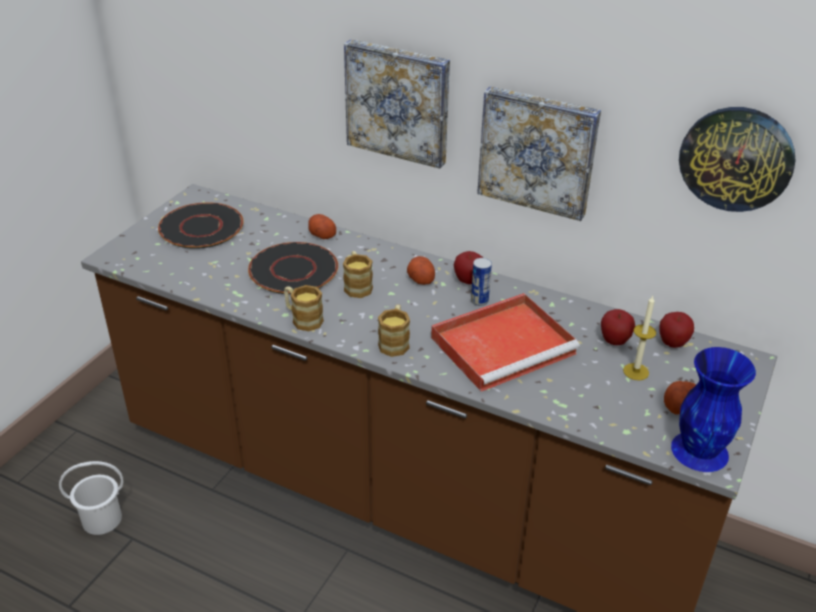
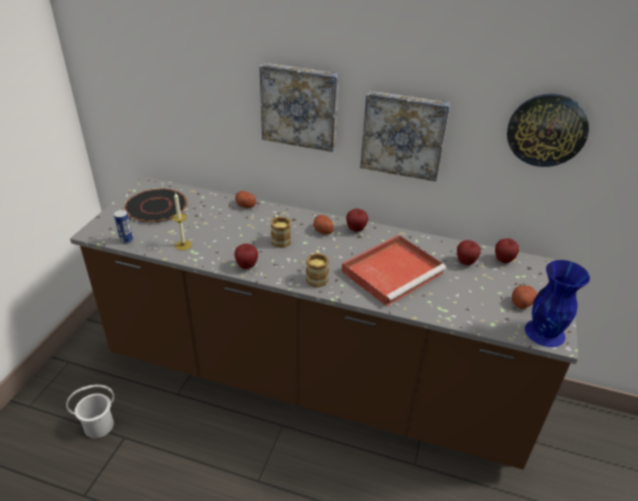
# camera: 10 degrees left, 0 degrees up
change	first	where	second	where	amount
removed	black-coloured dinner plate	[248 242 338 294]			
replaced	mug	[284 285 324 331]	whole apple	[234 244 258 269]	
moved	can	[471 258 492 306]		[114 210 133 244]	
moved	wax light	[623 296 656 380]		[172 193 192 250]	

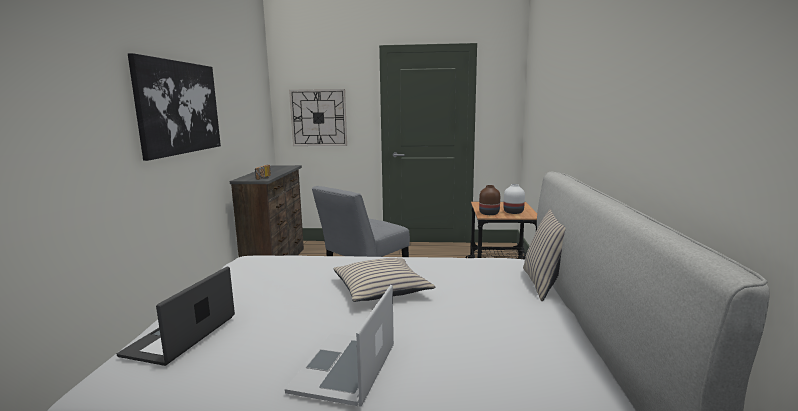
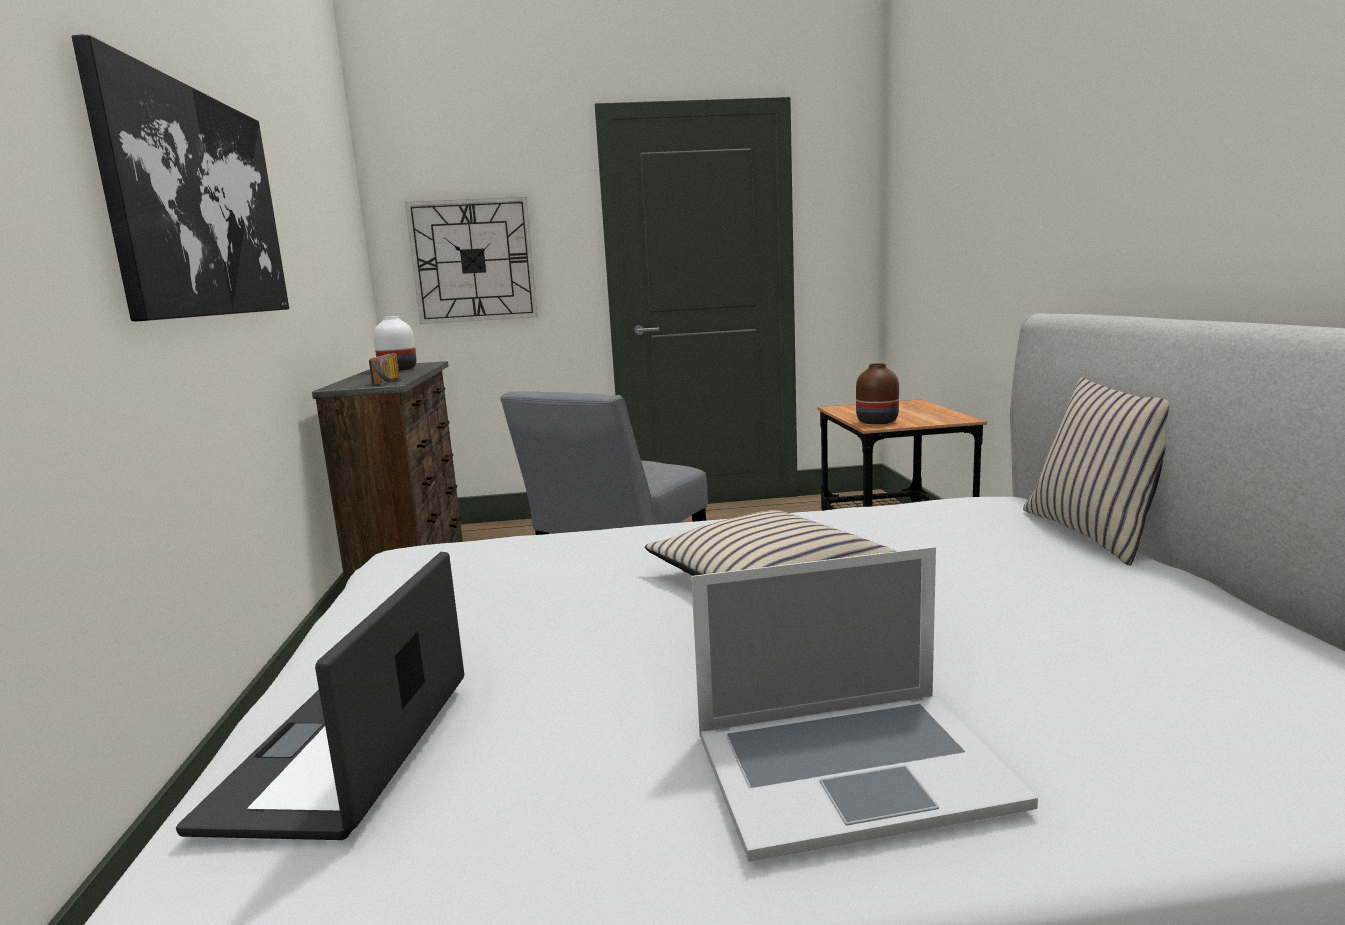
# camera: 10 degrees left, 0 degrees up
change	first	where	second	where	amount
turned	laptop	[285 285 394 407]		[691 547 1038 862]	105 degrees counterclockwise
moved	white flower vase	[503 184 525 214]		[373 316 416 371]	

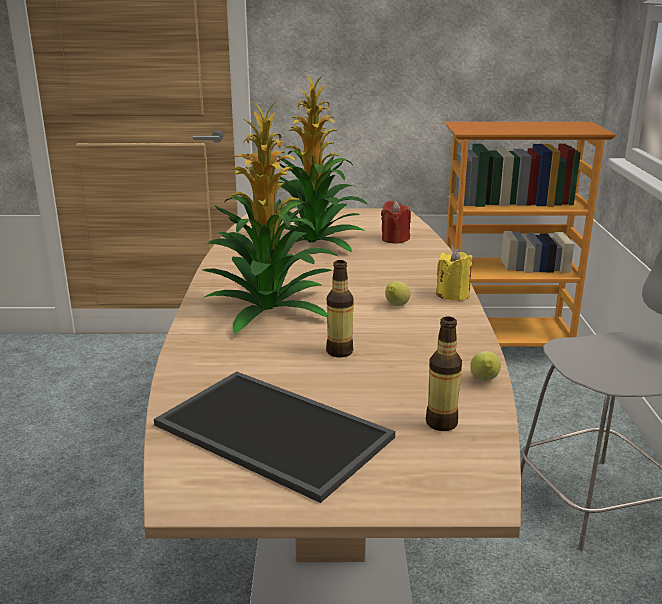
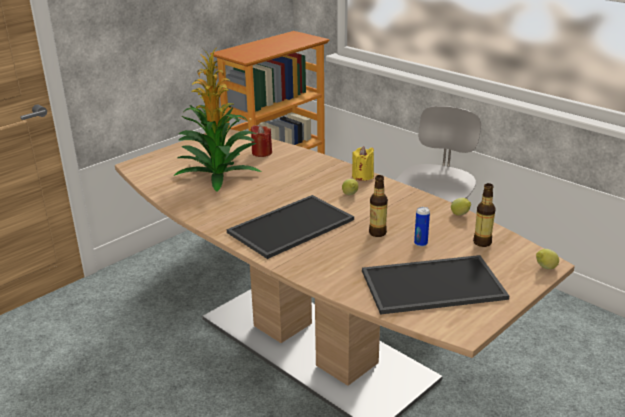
# camera: 45 degrees left, 5 degrees up
change	first	where	second	where	amount
replaced	potted plant	[203 102 338 334]	serving tray	[227 195 354 259]	
added			can	[414 207 430 247]	
added			citrus fruit	[536 249 559 269]	

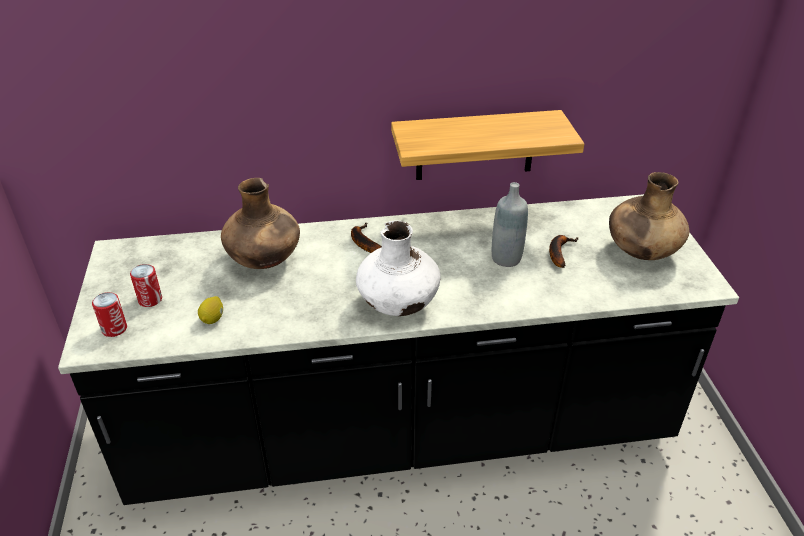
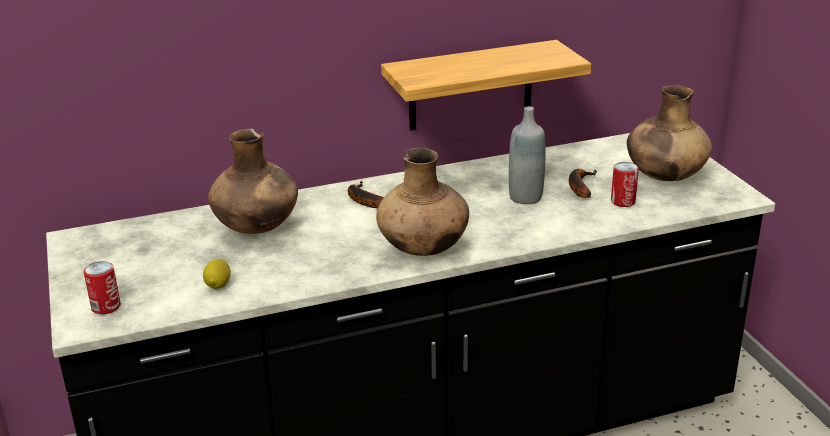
# camera: 10 degrees left, 10 degrees down
change	first	where	second	where	amount
moved	can	[130 264 162 307]		[611 162 639 207]	
recoloured	white flower vase	[356 220 441 316]	brown-coloured flower vase	[376 148 469 256]	

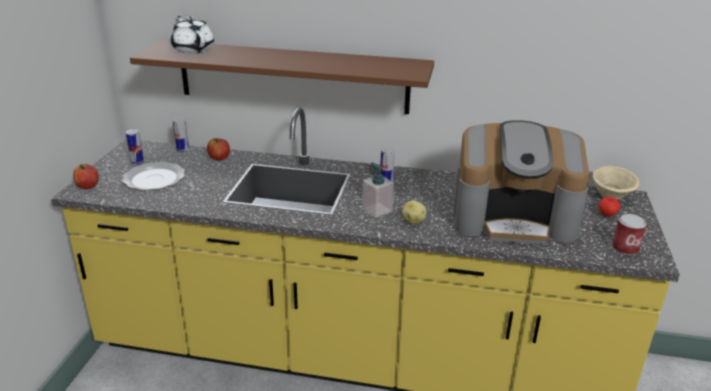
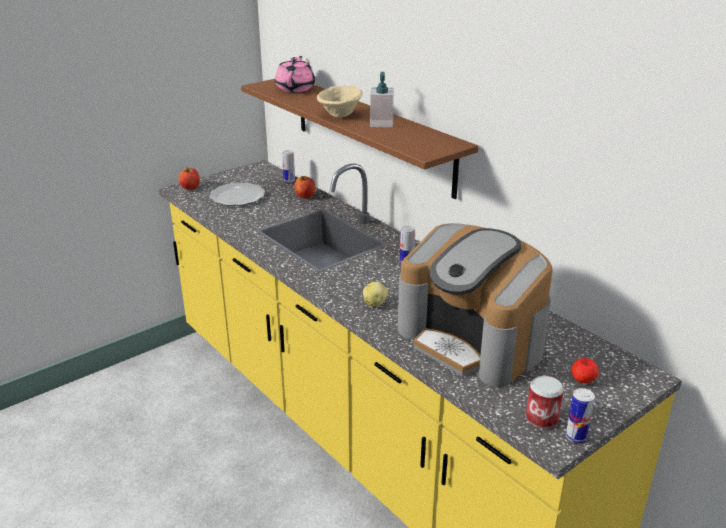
# camera: 40 degrees right, 0 degrees up
change	first	where	second	where	amount
moved	can	[126 129 144 165]		[566 388 595 443]	
recoloured	white tea pot	[171 16 214 54]	pink-coloured tea pot	[275 56 315 92]	
moved	liquid soap bottle	[362 162 394 218]		[370 72 394 128]	
moved	sand-coloured deep dish	[593 165 640 200]		[317 85 362 118]	

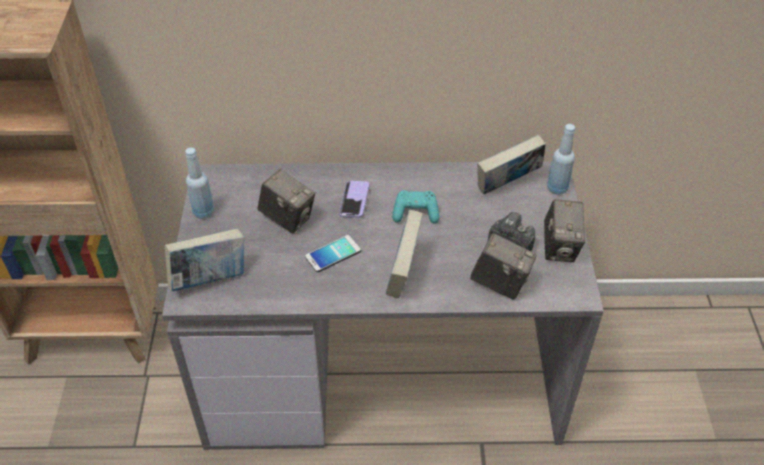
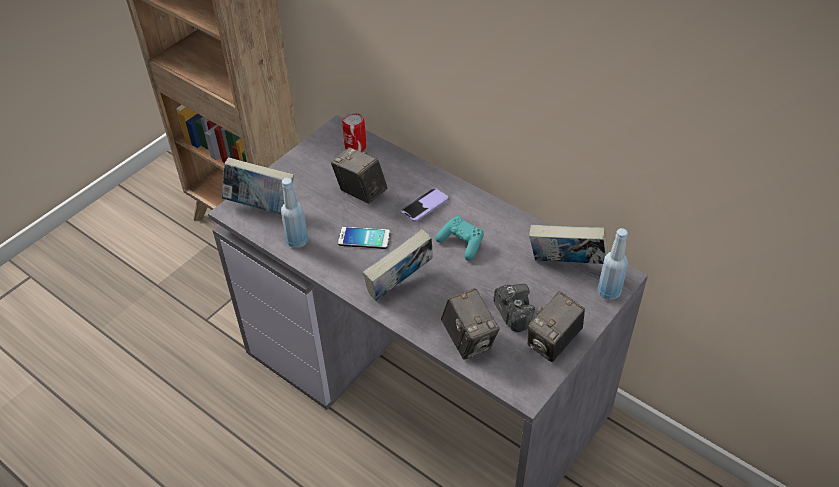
# camera: 40 degrees right, 0 degrees up
change	first	where	second	where	amount
moved	blue-coloured drink bottle	[185 147 214 219]		[281 178 308 248]	
turned	photo camera	[257 169 315 233]		[331 147 387 204]	150 degrees clockwise
added			can	[342 113 366 152]	

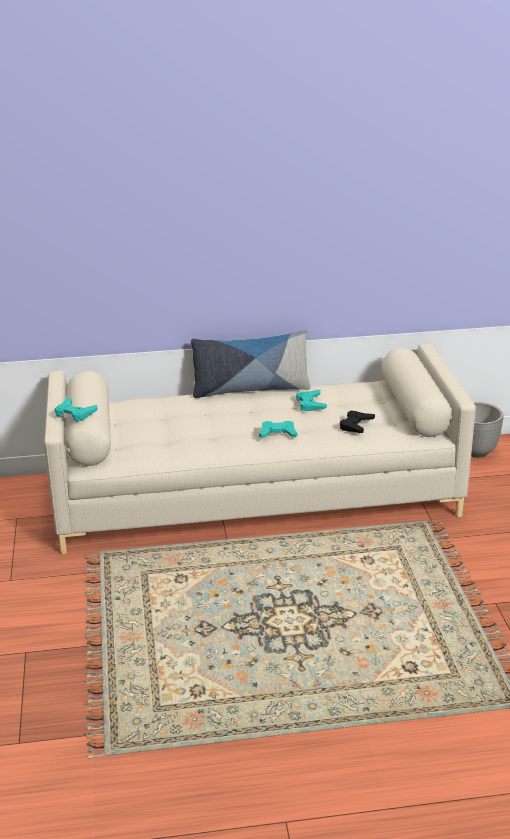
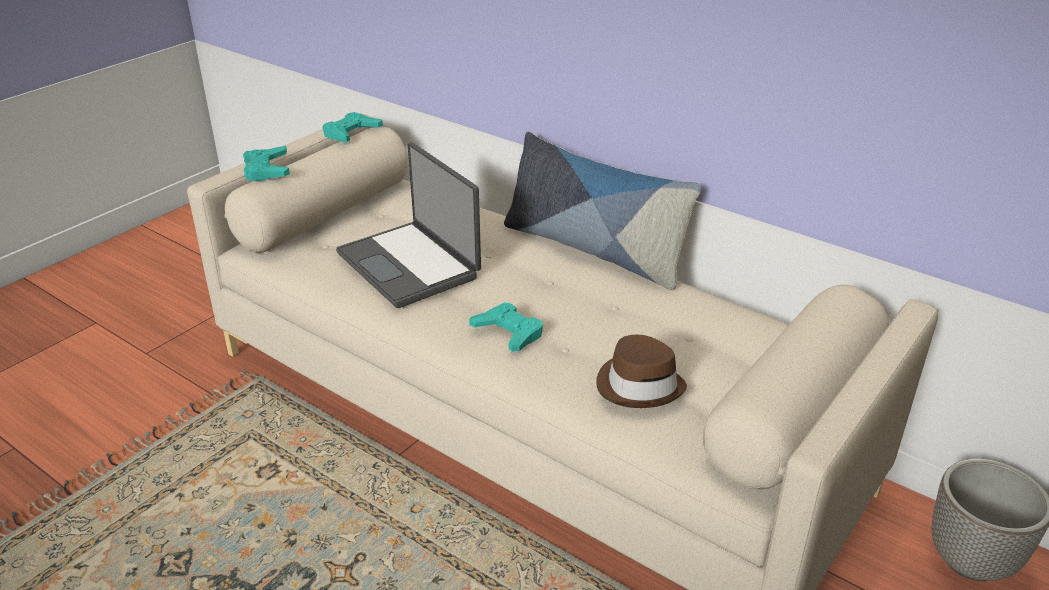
# camera: 45 degrees right, 5 degrees up
change	first	where	second	where	amount
moved	blue-green game controller	[296 390 327 411]		[322 112 383 142]	
replaced	black-coloured game controller	[340 410 375 433]	brown-coloured hat	[596 335 687 408]	
added			laptop	[336 142 481 308]	

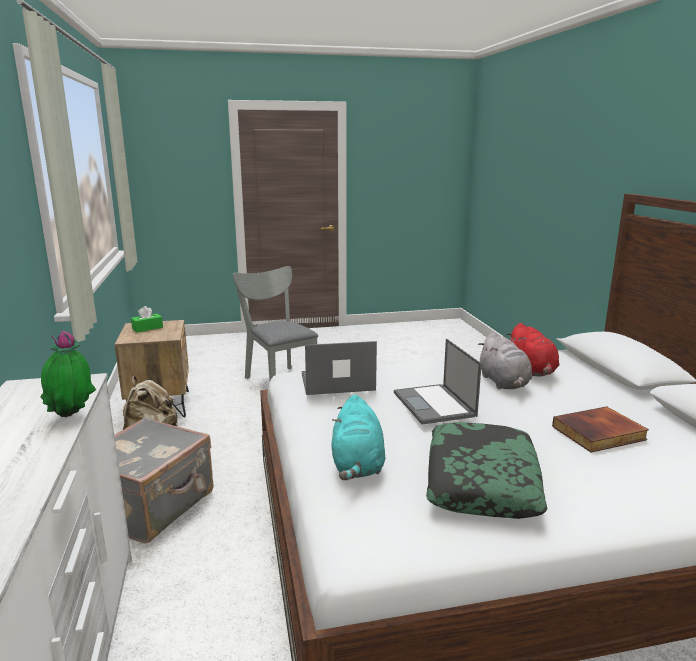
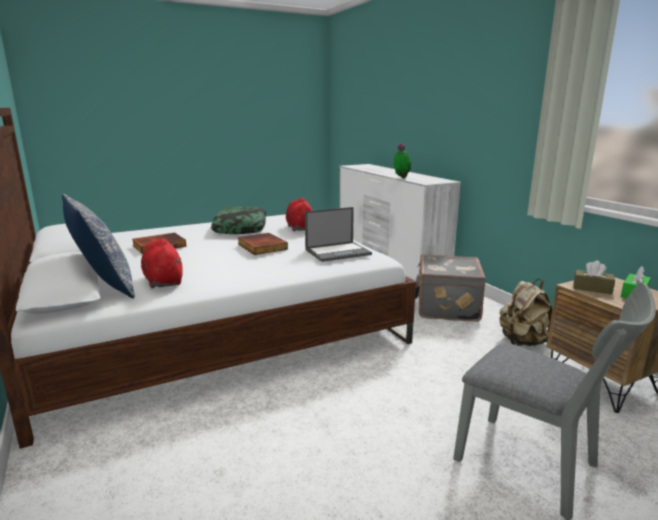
# camera: 165 degrees right, 0 degrees up
change	first	where	second	where	amount
recoloured	blue-green plush toy	[331 394 385 480]	red-coloured plush toy	[286 198 313 231]	
replaced	laptop	[394 339 482 424]	bound book	[237 233 288 255]	
removed	grey plush toy	[478 332 532 389]			
added			pillow	[62 194 135 298]	
added			brown-coloured tissue holder	[573 261 615 294]	

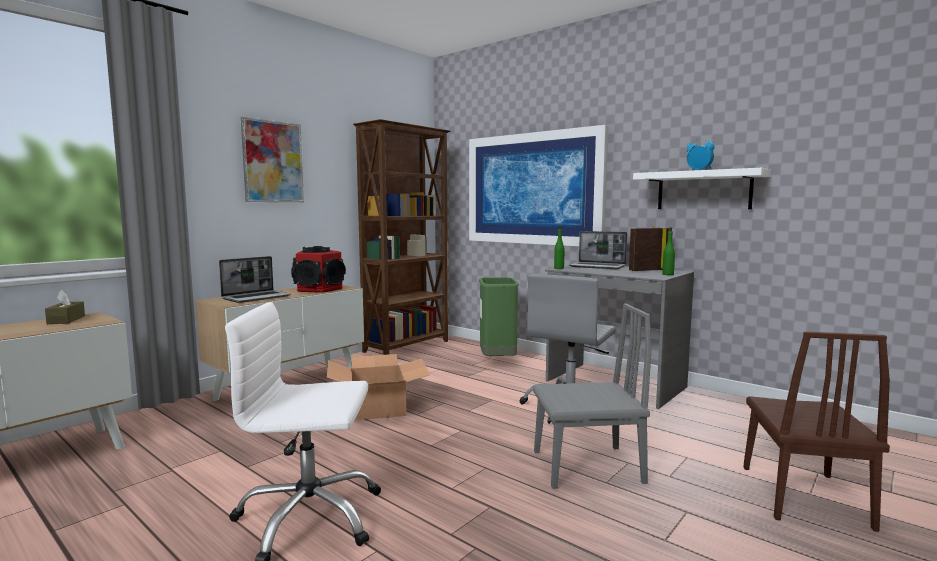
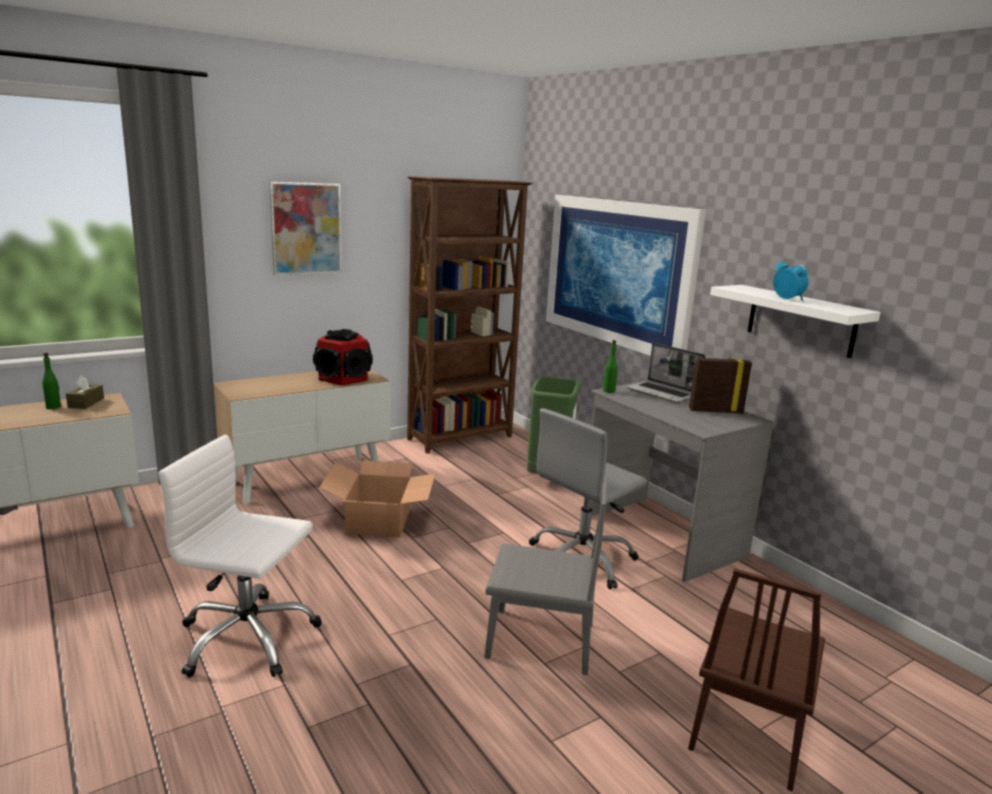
# camera: 15 degrees right, 10 degrees up
change	first	where	second	where	amount
removed	laptop	[219 256 291 303]			
moved	green-coloured drink bottle	[662 227 675 275]		[42 352 61 409]	

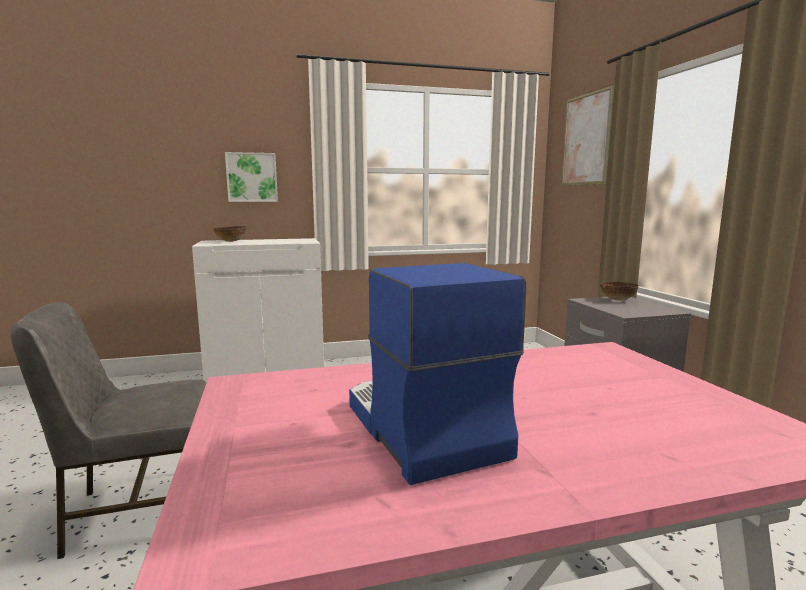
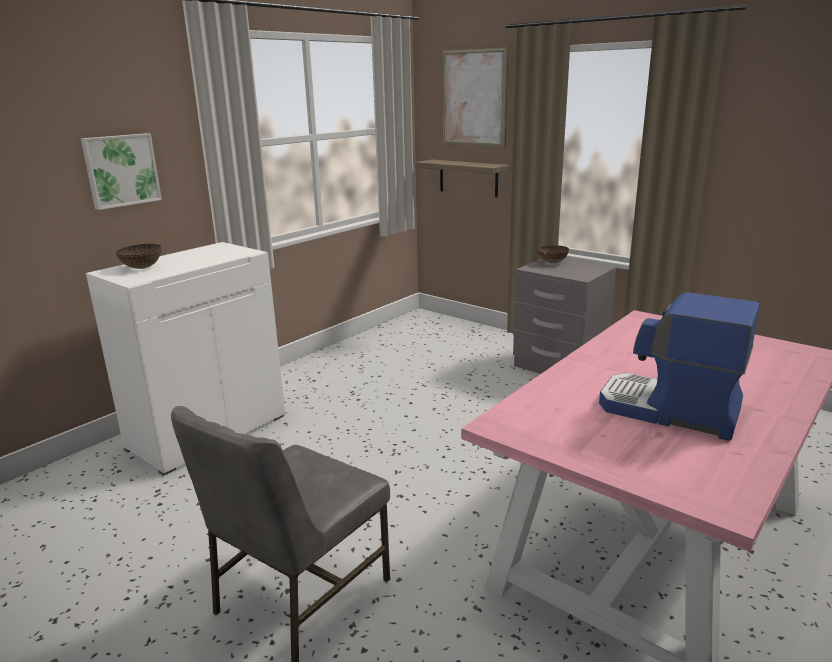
# camera: 35 degrees left, 10 degrees up
change	first	where	second	where	amount
added			bracket shelf	[415 160 509 197]	

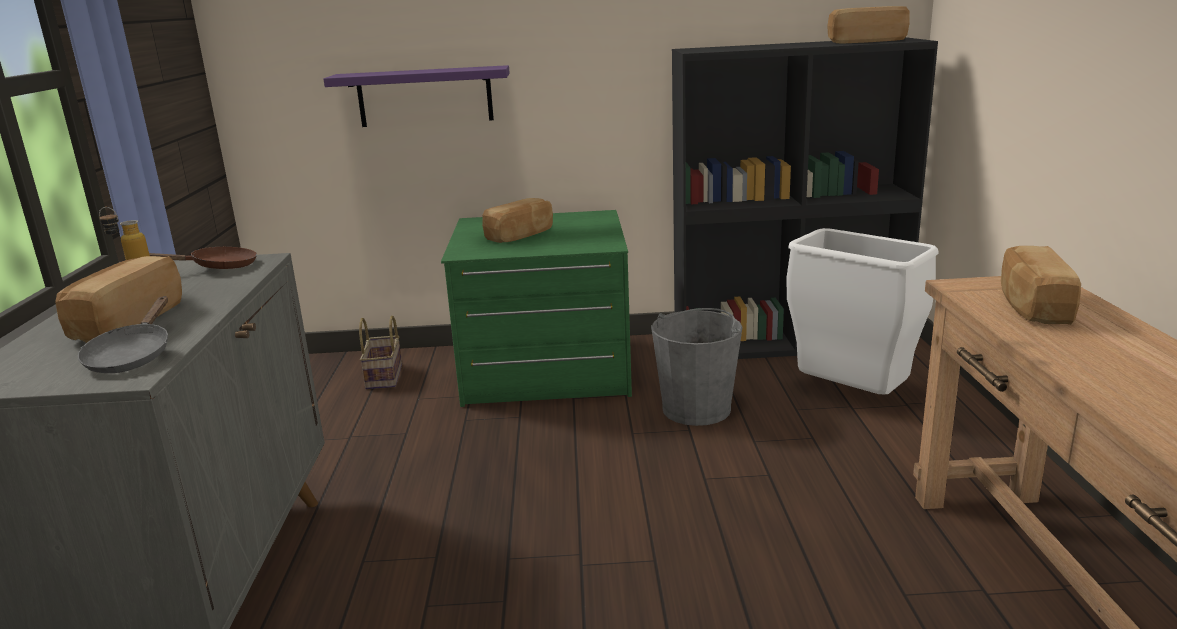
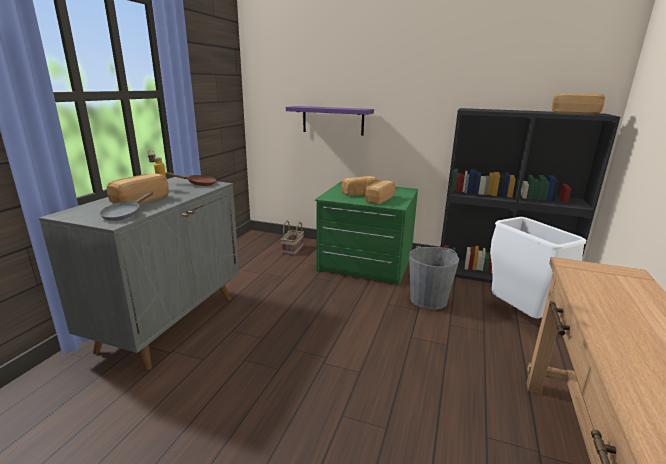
# camera: 20 degrees right, 0 degrees up
change	first	where	second	where	amount
moved	baked bread	[1001 246 1081 325]		[365 180 395 205]	

